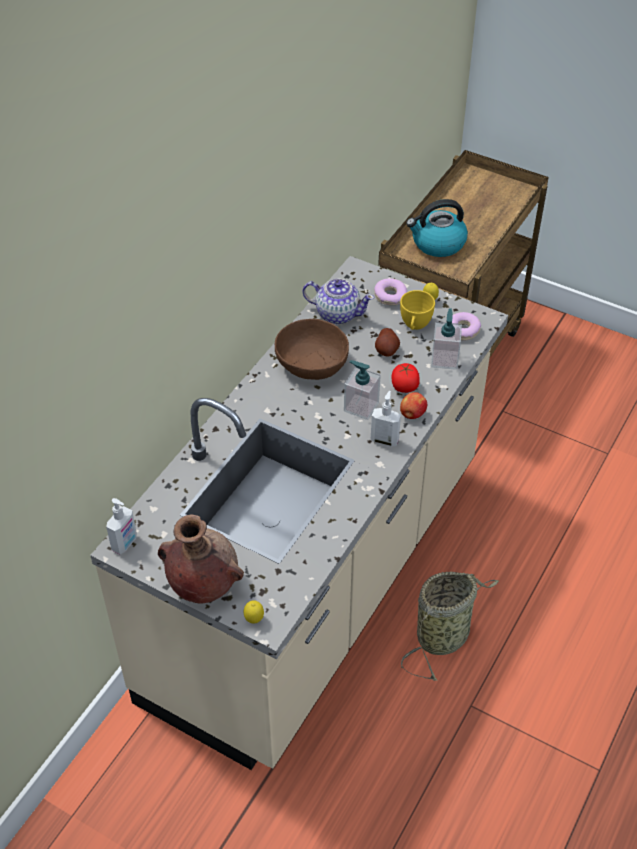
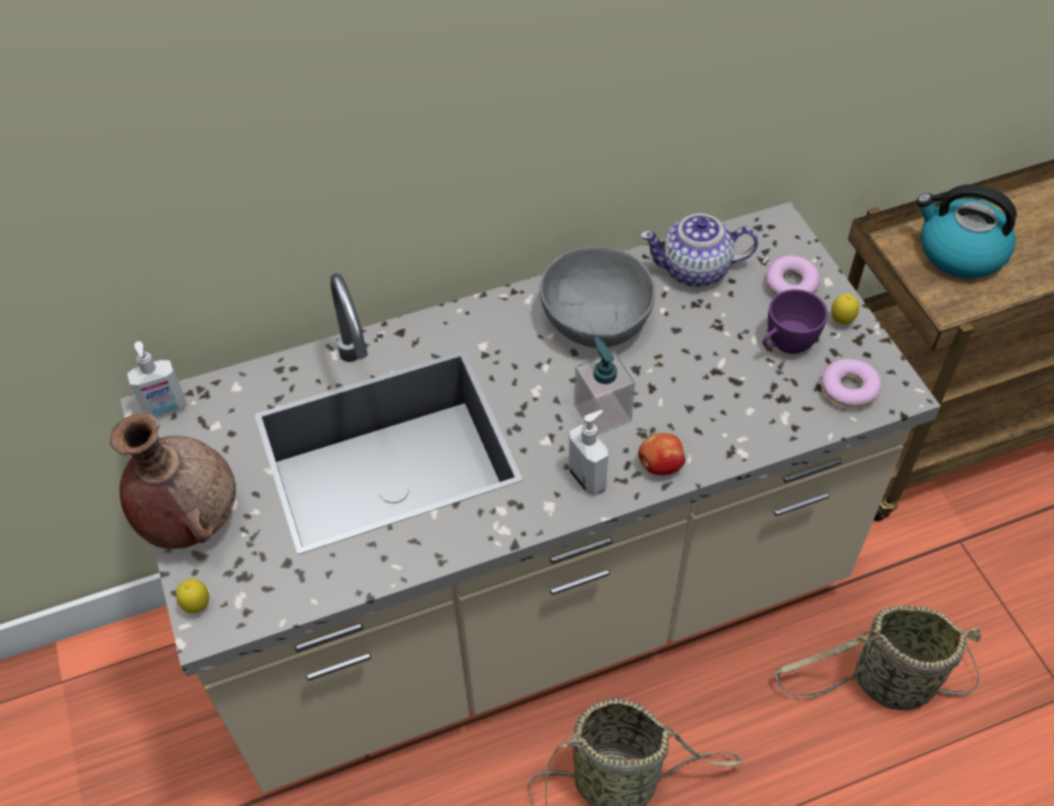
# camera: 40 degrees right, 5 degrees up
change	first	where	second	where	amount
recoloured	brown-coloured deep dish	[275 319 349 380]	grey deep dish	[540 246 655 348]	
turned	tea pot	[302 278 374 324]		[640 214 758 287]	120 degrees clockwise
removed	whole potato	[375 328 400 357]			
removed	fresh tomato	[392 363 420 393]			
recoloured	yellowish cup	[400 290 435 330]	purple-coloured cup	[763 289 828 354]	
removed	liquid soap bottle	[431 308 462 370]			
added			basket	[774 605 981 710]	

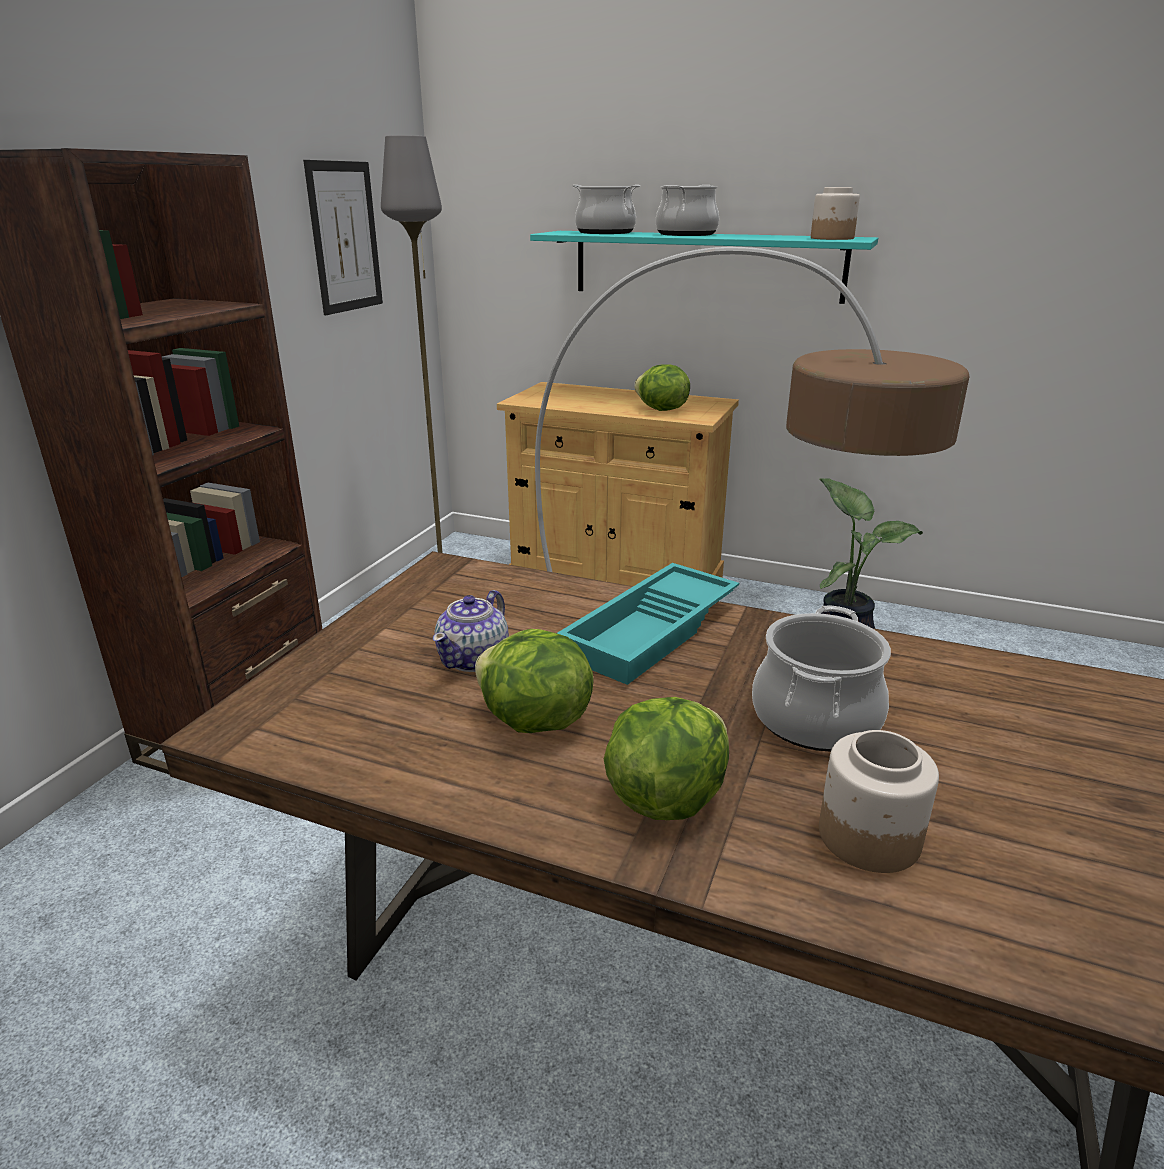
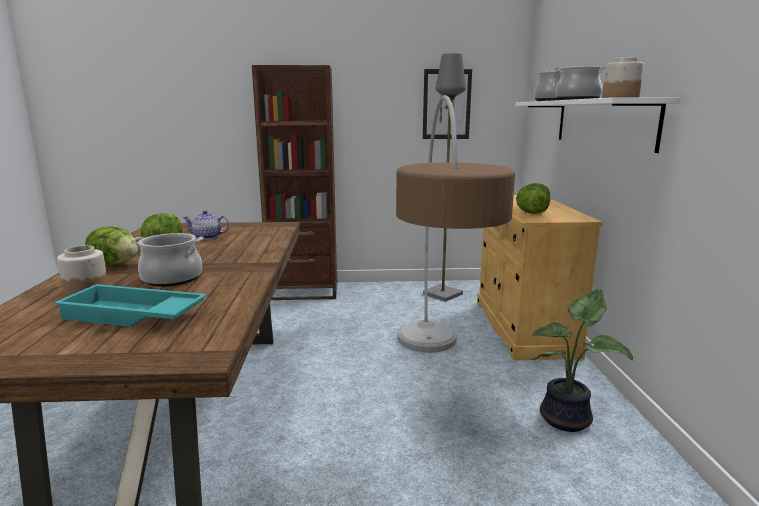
# camera: 65 degrees right, 10 degrees down
change	first	where	second	where	amount
recoloured	blue-green bracket shelf	[530 231 878 304]	white bracket shelf	[515 97 680 153]	
moved	blue-green serving tray	[557 563 739 685]		[54 284 207 327]	

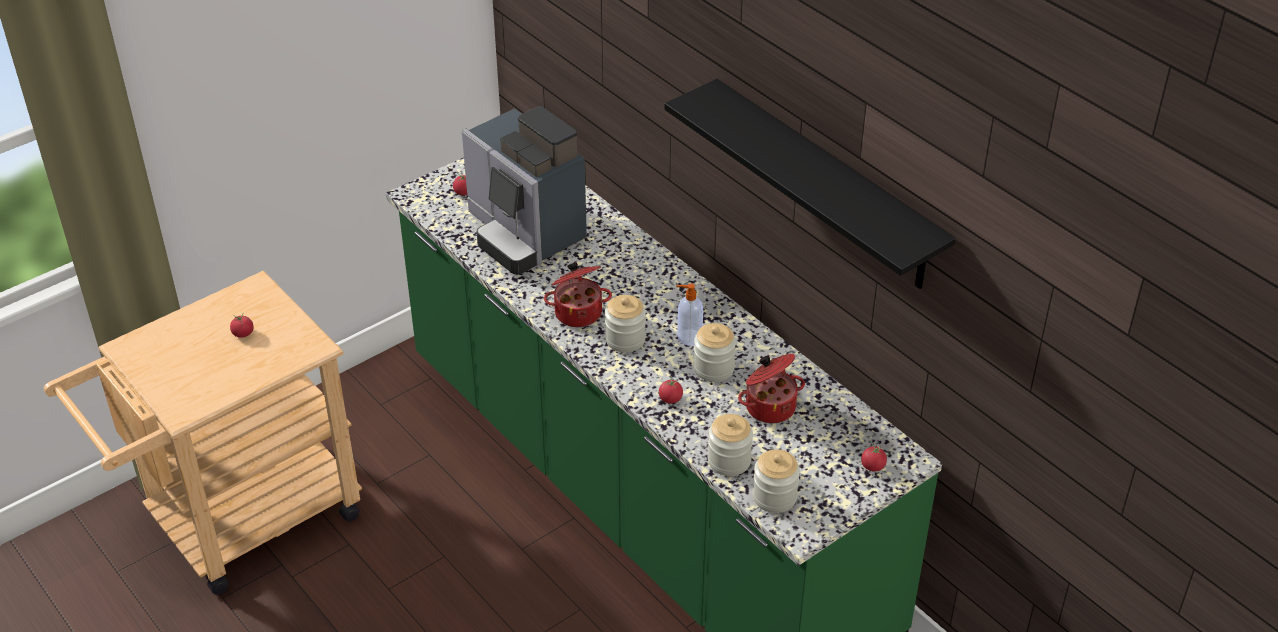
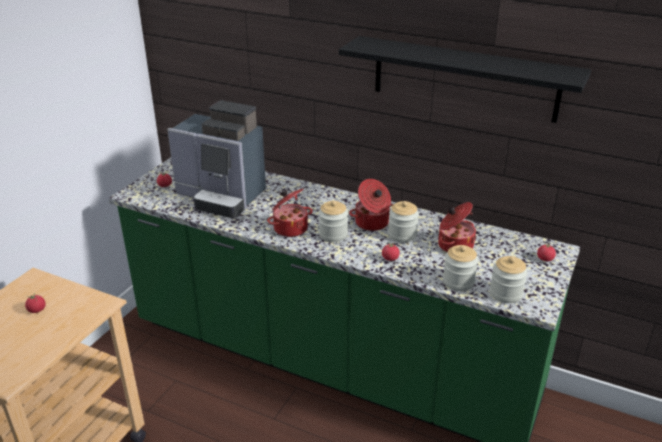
# camera: 25 degrees left, 10 degrees down
change	first	where	second	where	amount
replaced	liquid soap bottle	[676 284 703 346]	cooking pot	[349 179 393 231]	

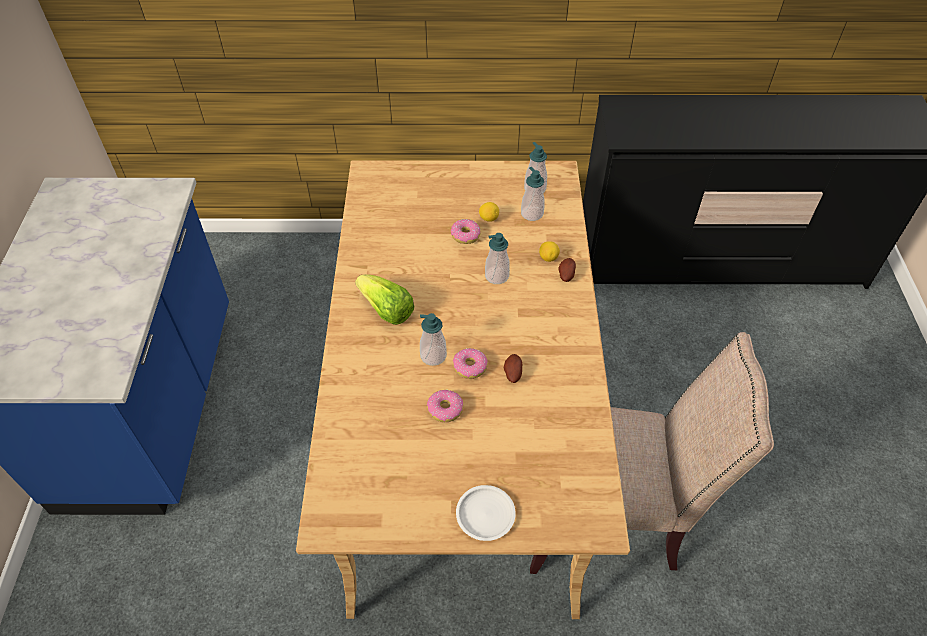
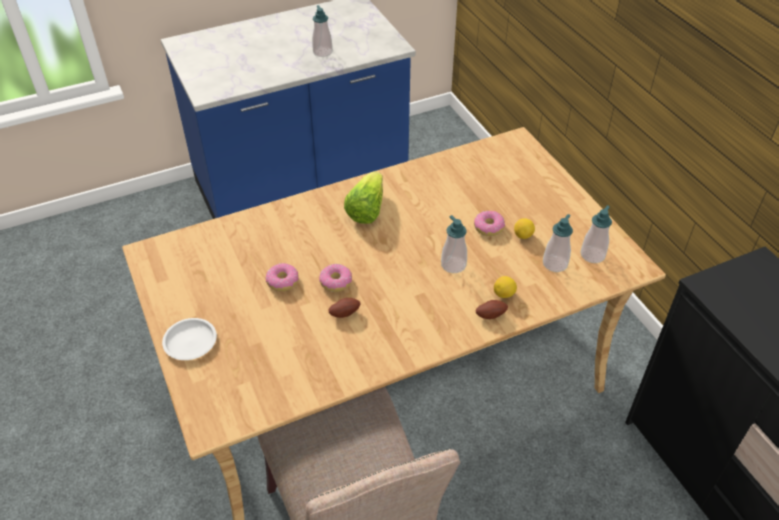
# camera: 65 degrees right, 5 degrees down
change	first	where	second	where	amount
moved	liquid soap bottle	[420 313 447 366]		[312 5 333 57]	

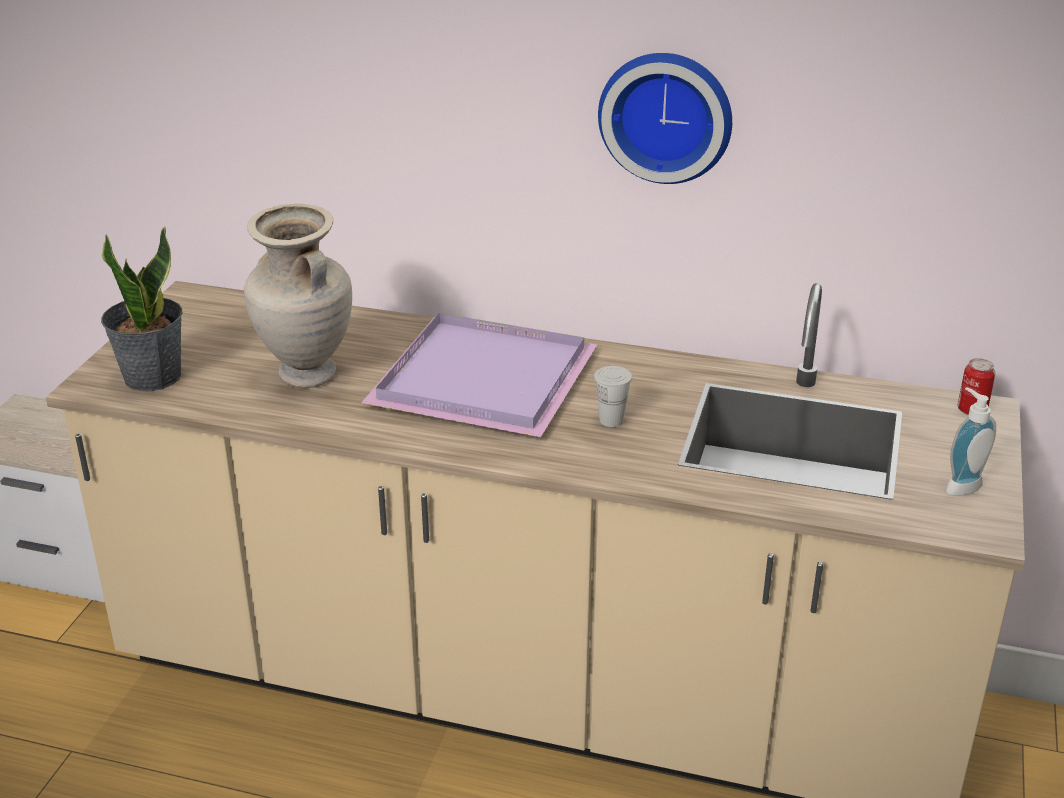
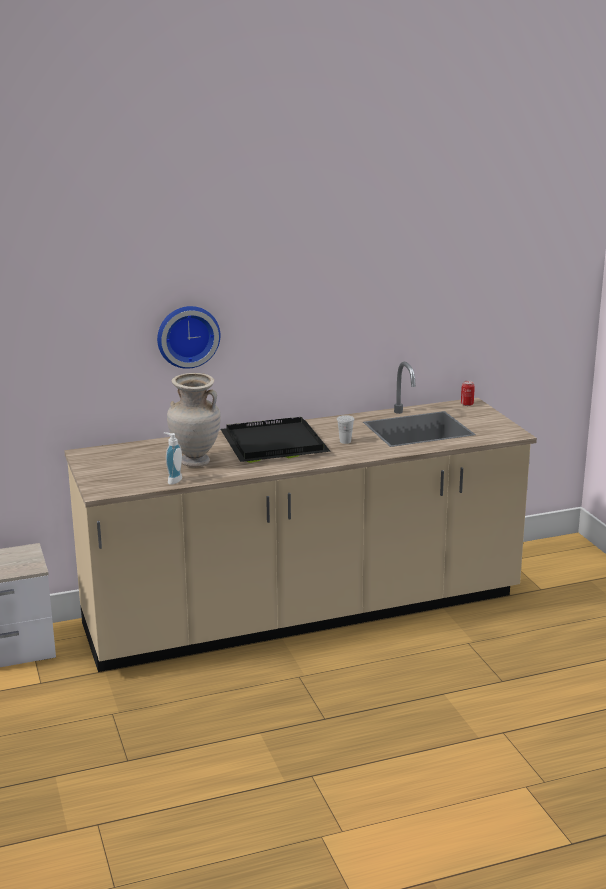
# camera: 35 degrees left, 10 degrees down
change	first	where	second	where	amount
removed	potted plant	[101 227 183 391]			
recoloured	purple-coloured serving tray	[361 313 597 437]	black-coloured serving tray	[220 417 331 463]	
moved	hanging clock	[598 53 732 184]		[157 306 220 369]	
moved	liquid soap bottle	[946 387 996 496]		[164 432 182 485]	

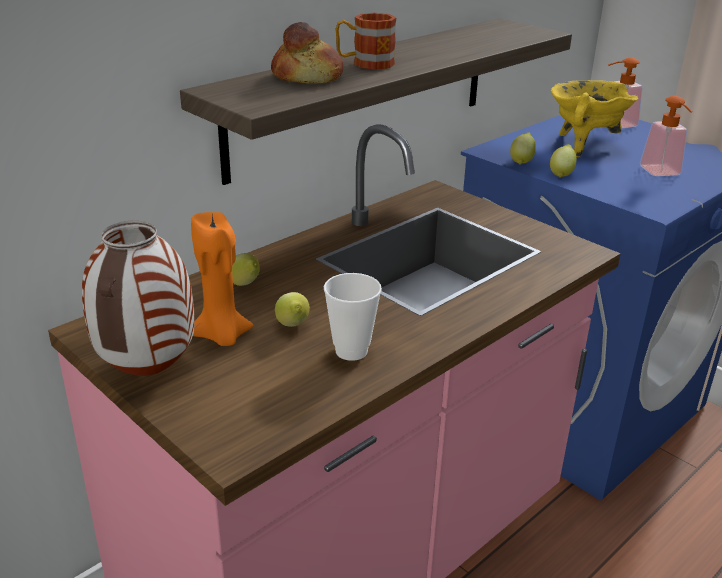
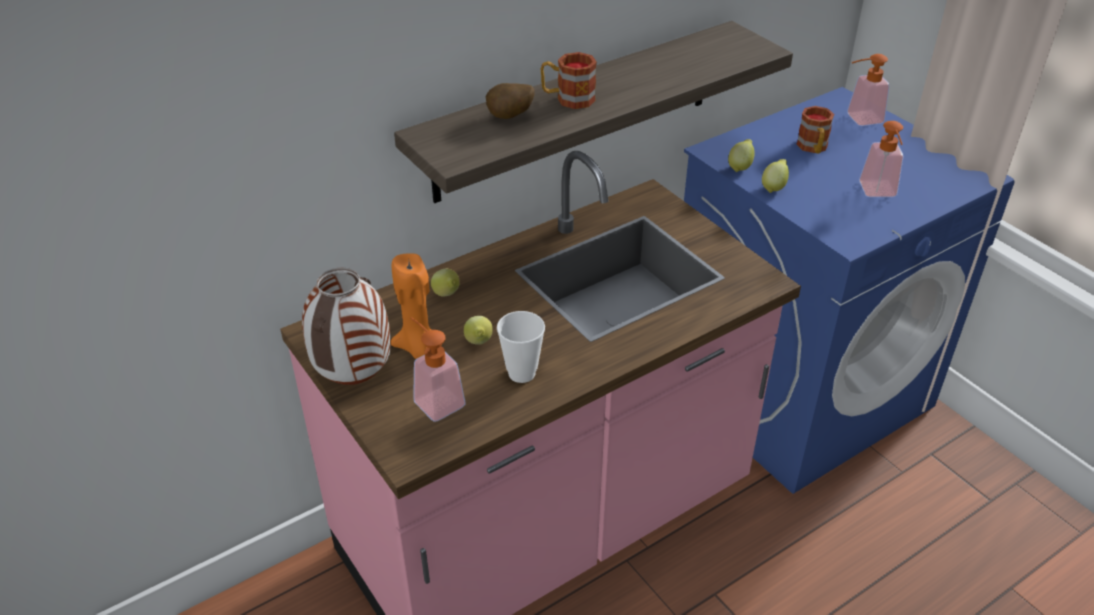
# camera: 10 degrees right, 10 degrees up
change	first	where	second	where	amount
replaced	baked bread	[271 22 344 84]	whole potato	[486 83 535 119]	
replaced	yellowish cooking pot	[551 80 638 157]	mug	[796 106 834 153]	
added			liquid soap bottle	[410 317 466 422]	

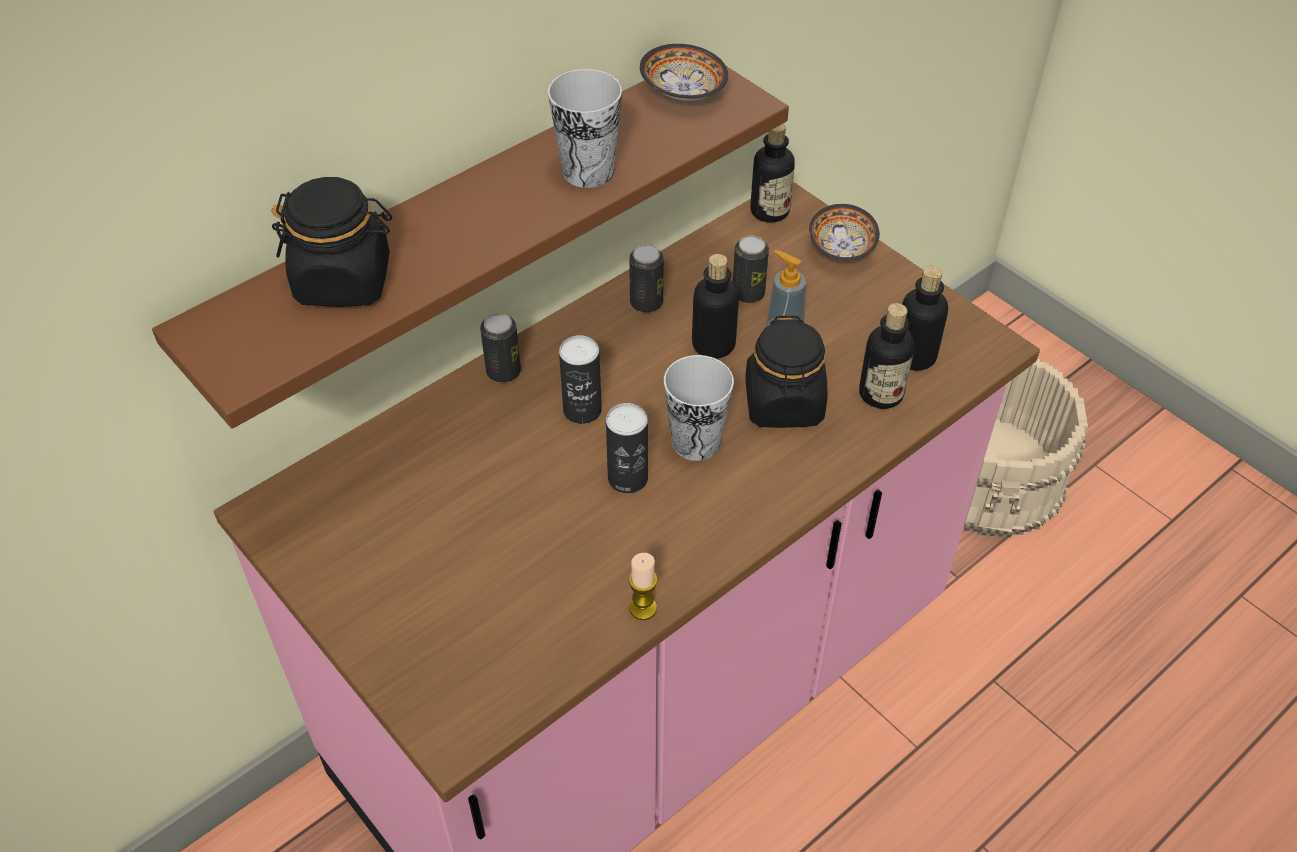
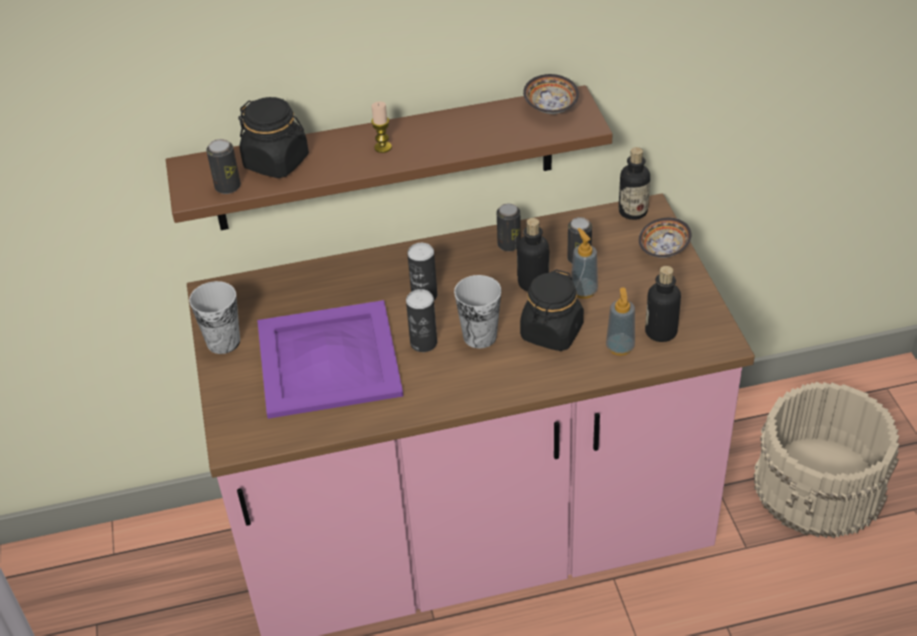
# camera: 30 degrees right, 5 degrees down
change	first	where	second	where	amount
moved	can	[480 313 521 383]		[206 139 241 194]	
moved	cup	[548 69 622 188]		[189 281 240 354]	
moved	wax light	[628 553 658 620]		[371 102 392 153]	
replaced	drink bottle	[859 303 914 409]	liquid soap bottle	[606 287 635 356]	
added			purple-coloured serving tray	[257 300 403 419]	

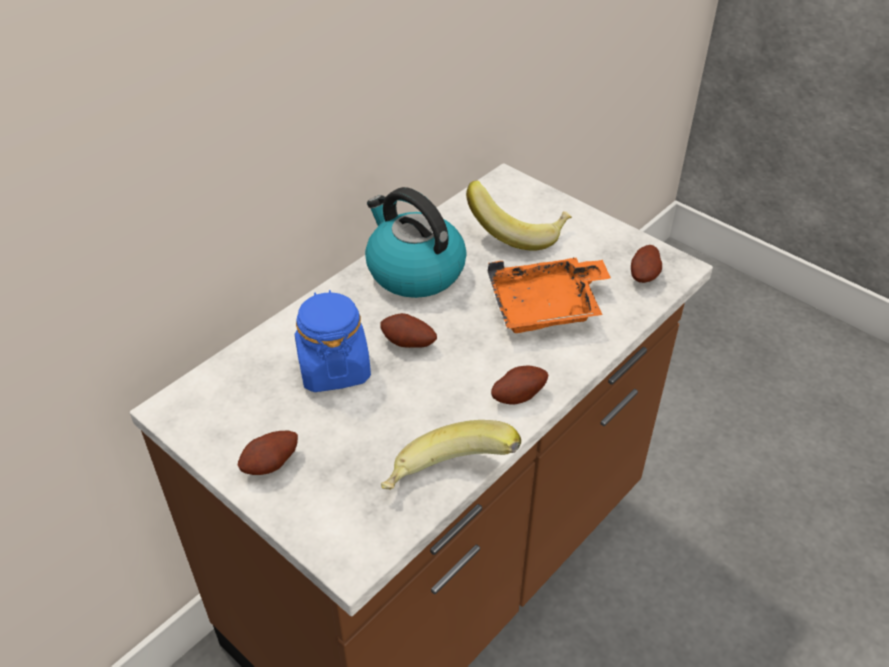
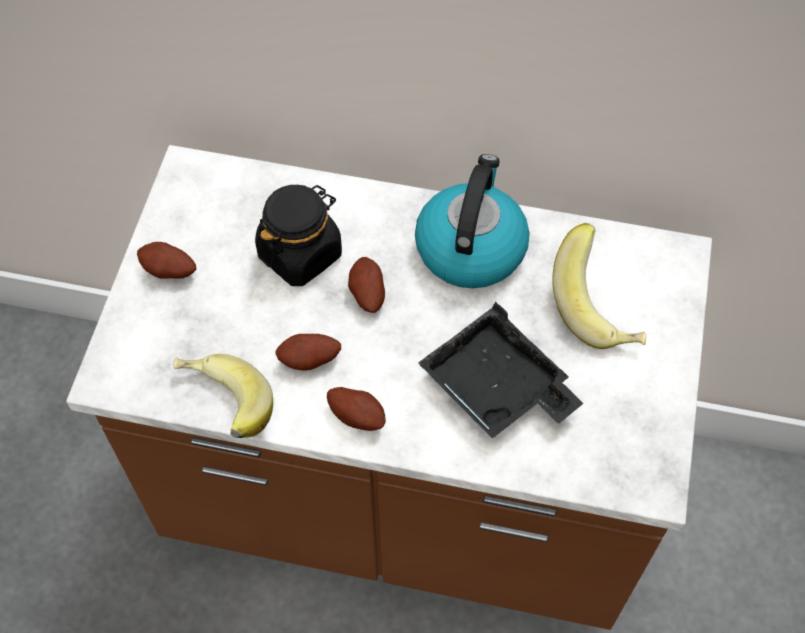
# camera: 60 degrees right, 15 degrees up
change	first	where	second	where	amount
recoloured	blue-coloured storage jar	[295 290 371 392]	black-coloured storage jar	[255 185 342 286]	
recoloured	orangey serving tray	[488 258 611 333]	black-coloured serving tray	[418 302 583 439]	
moved	whole potato	[631 245 662 283]		[275 334 341 371]	

